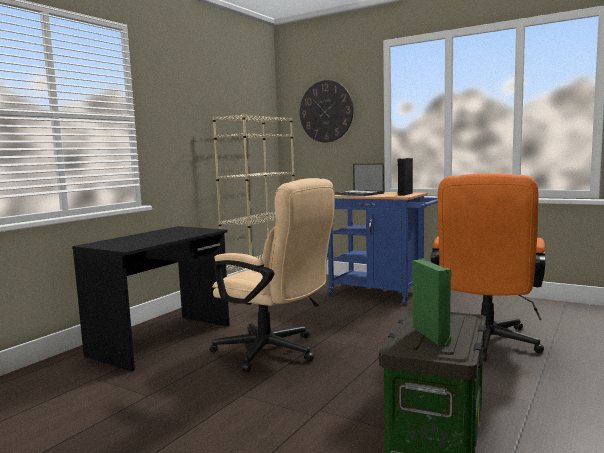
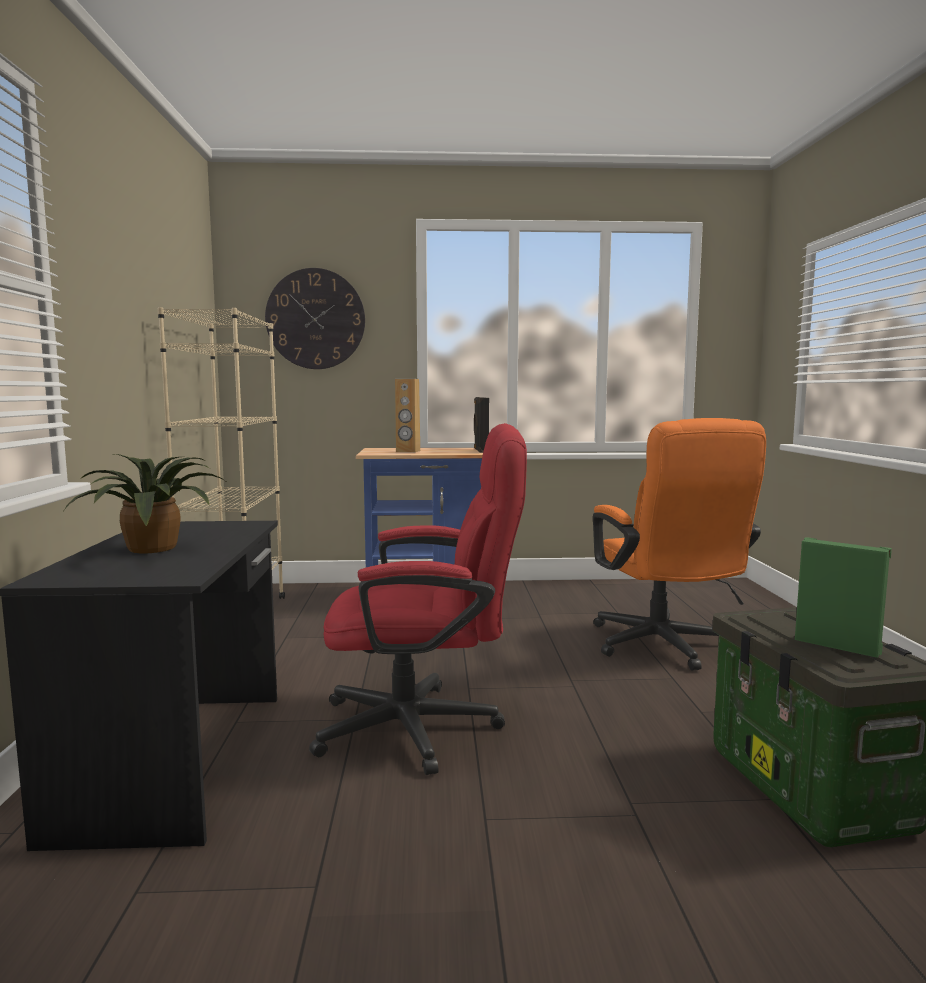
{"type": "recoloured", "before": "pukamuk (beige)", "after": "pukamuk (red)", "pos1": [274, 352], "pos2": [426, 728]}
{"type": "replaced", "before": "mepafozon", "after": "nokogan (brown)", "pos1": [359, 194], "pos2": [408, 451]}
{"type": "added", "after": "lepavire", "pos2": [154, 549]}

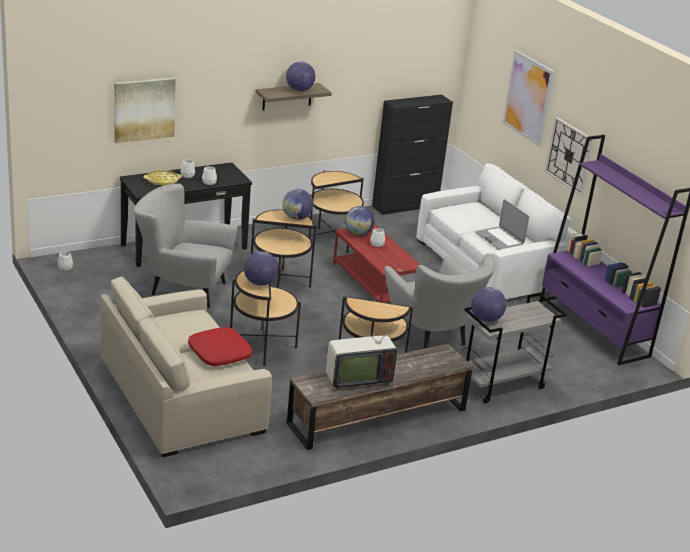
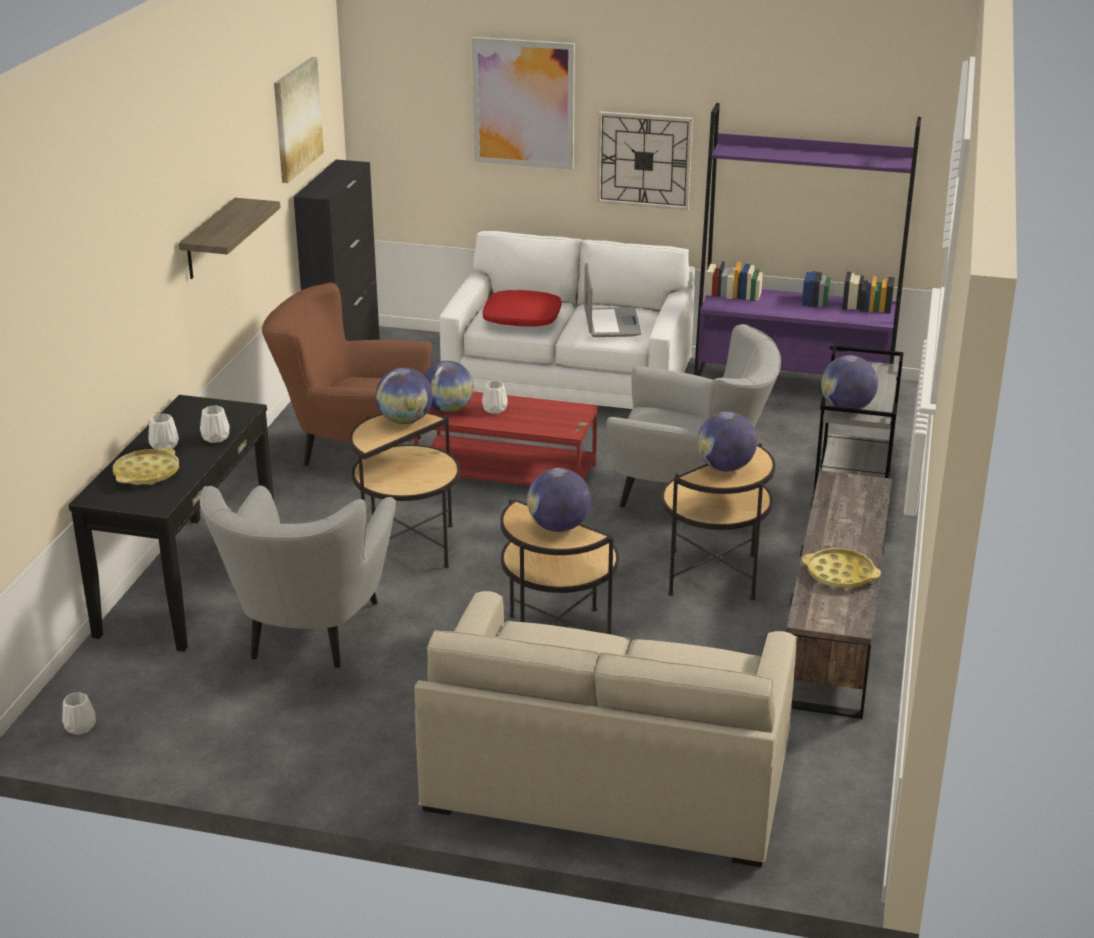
{"type": "moved", "before": "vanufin", "pos1": [144, 109], "pos2": [296, 119]}
{"type": "turned", "before": "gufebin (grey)", "pos1": [182, 289], "pos2": [309, 637], "turn": -45}
{"type": "moved", "before": "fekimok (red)", "pos1": [220, 353], "pos2": [522, 318]}
{"type": "moved", "before": "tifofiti", "pos1": [299, 90], "pos2": [725, 467]}
{"type": "replaced", "before": "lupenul", "after": "gufebin (brown)", "pos1": [332, 240], "pos2": [352, 452]}
{"type": "replaced", "before": "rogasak", "after": "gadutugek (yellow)", "pos1": [356, 378], "pos2": [840, 574]}
{"type": "turned", "before": "mepafozon", "pos1": [499, 239], "pos2": [611, 324], "turn": -105}

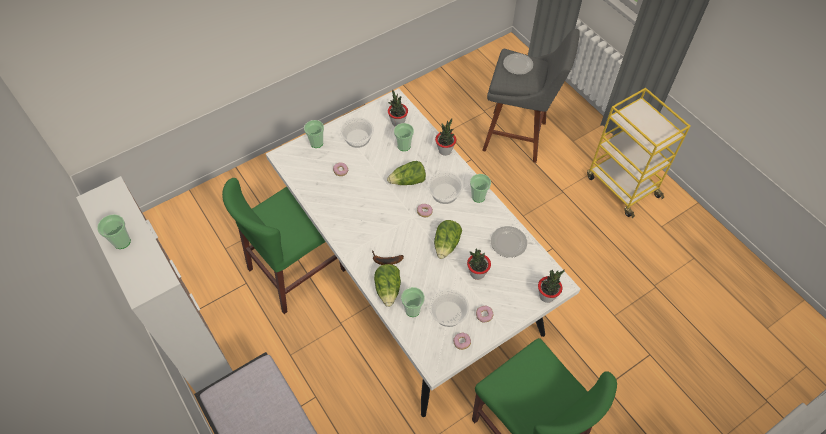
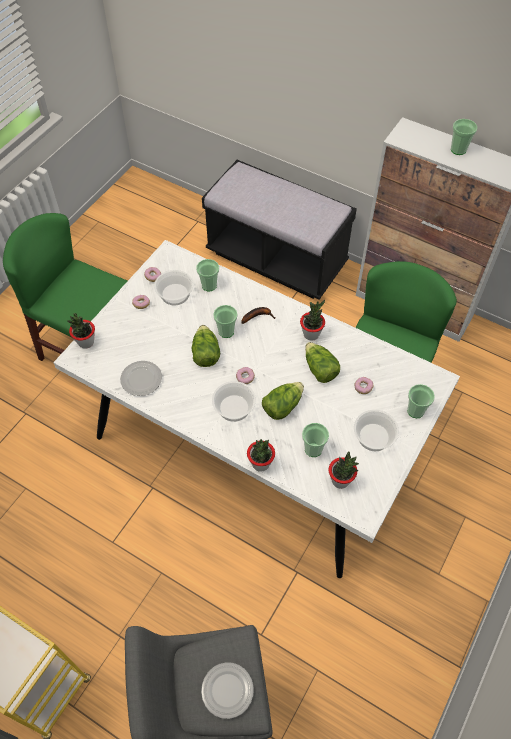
{"type": "moved", "before": "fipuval", "pos1": [388, 289], "pos2": [319, 369]}
{"type": "moved", "before": "lepavire", "pos1": [477, 273], "pos2": [311, 334]}
{"type": "moved", "before": "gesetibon", "pos1": [478, 197], "pos2": [226, 331]}

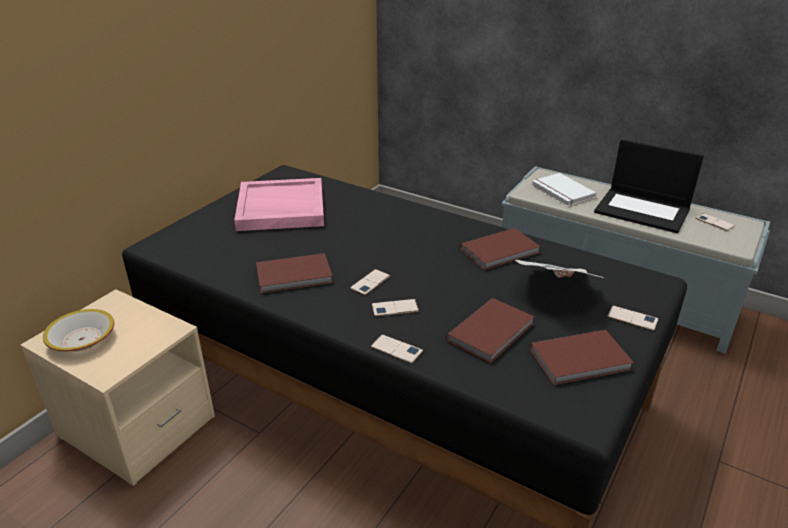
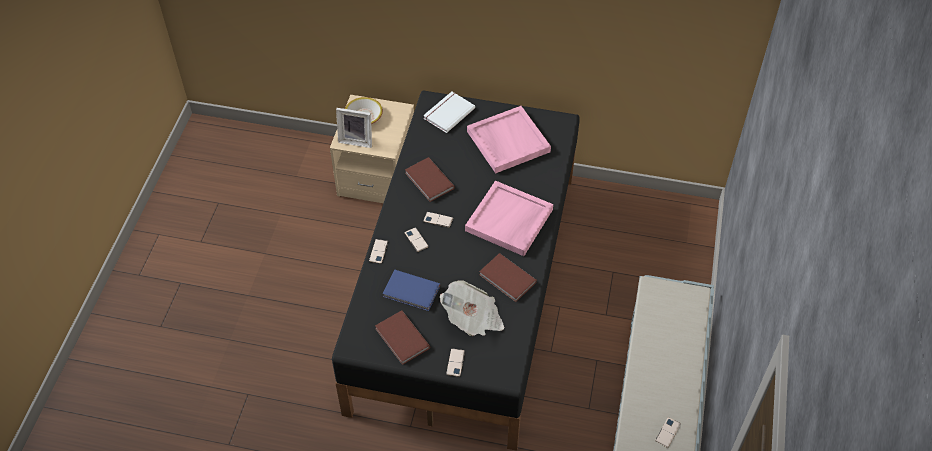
{"type": "recoloured", "before": "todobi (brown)", "after": "todobi (blue)", "pos1": [493, 332], "pos2": [411, 292]}
{"type": "moved", "before": "todobi (white)", "pos1": [561, 192], "pos2": [448, 113]}
{"type": "removed", "before": "mepafozon", "pos1": [643, 210]}
{"type": "added", "after": "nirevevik", "pos2": [356, 139]}
{"type": "added", "after": "gadutugek (pink)", "pos2": [509, 221]}

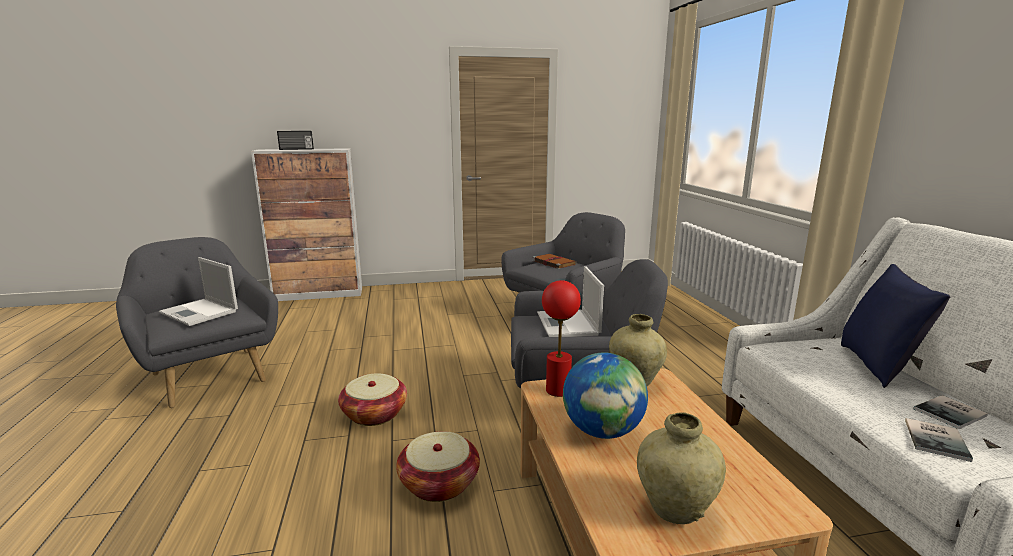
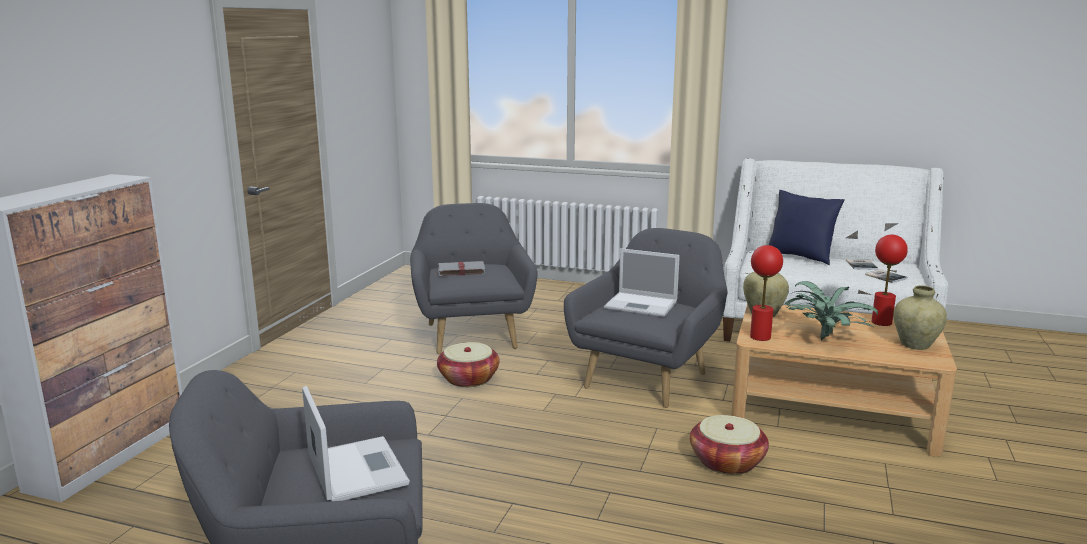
{"type": "turned", "before": "mepafozon", "pos1": [200, 312], "pos2": [356, 469], "turn": -90}
{"type": "removed", "before": "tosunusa", "pos1": [296, 149]}
{"type": "moved", "before": "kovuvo", "pos1": [374, 414], "pos2": [468, 379]}
{"type": "recoloured", "before": "todobi (brown)", "after": "todobi (grey)", "pos1": [553, 262], "pos2": [460, 270]}
{"type": "replaced", "before": "tifofiti", "after": "lepavire", "pos1": [602, 431], "pos2": [826, 339]}
{"type": "added", "after": "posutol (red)", "pos2": [881, 322]}

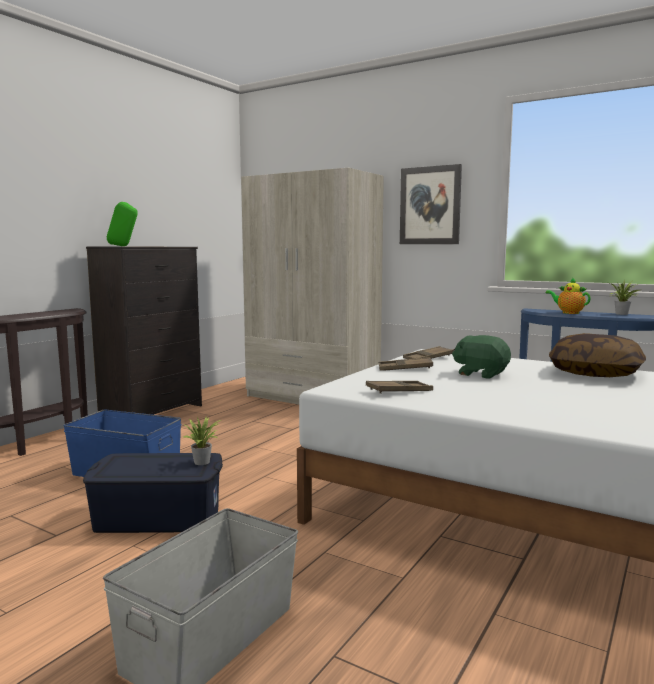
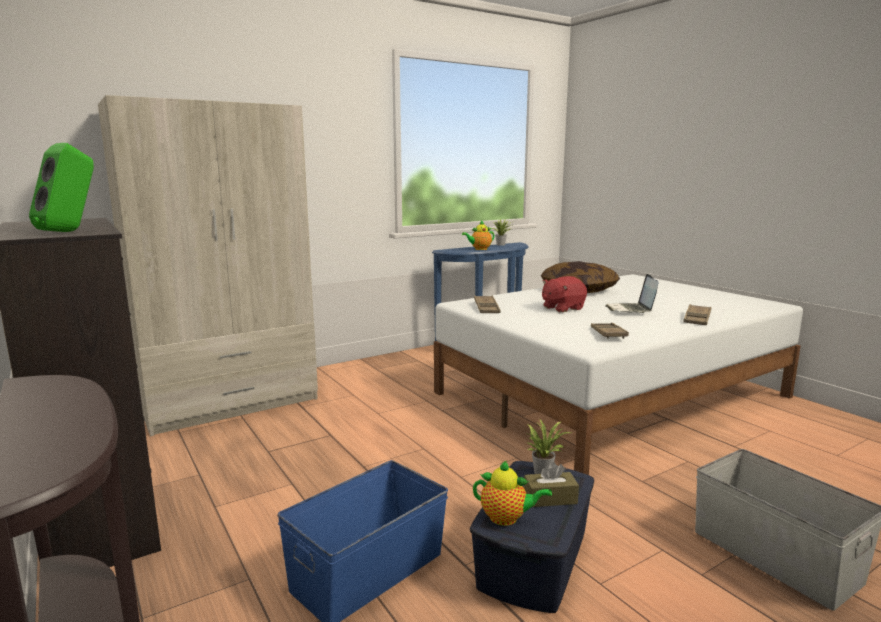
{"type": "moved", "before": "gadutugek (brown)", "pos1": [405, 368], "pos2": [697, 318]}
{"type": "removed", "before": "vanufin", "pos1": [430, 205]}
{"type": "recoloured", "before": "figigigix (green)", "after": "figigigix (red)", "pos1": [481, 374], "pos2": [562, 308]}
{"type": "added", "after": "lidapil", "pos2": [507, 518]}
{"type": "added", "after": "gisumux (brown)", "pos2": [550, 498]}
{"type": "added", "after": "mepafozon", "pos2": [631, 310]}

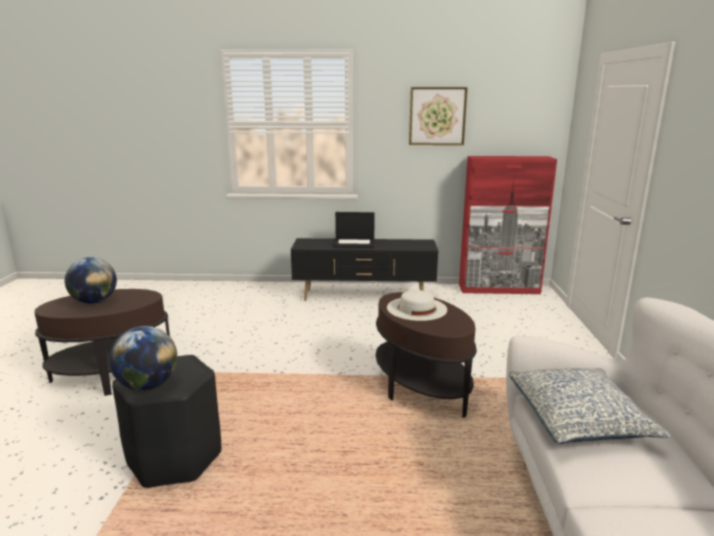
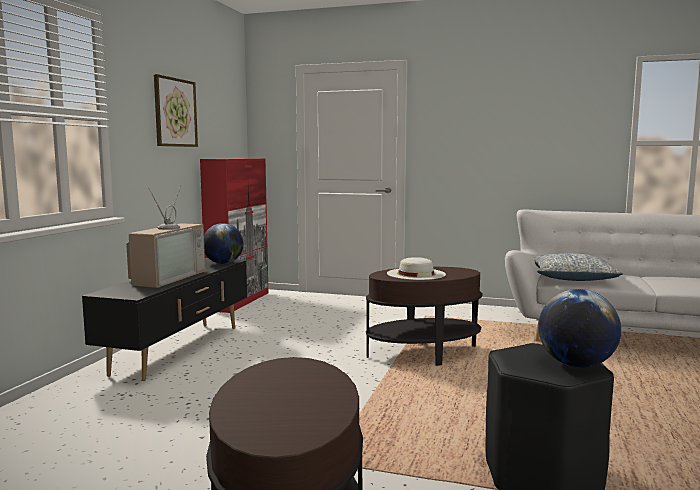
{"type": "moved", "before": "tifofiti", "pos1": [94, 302], "pos2": [223, 263]}
{"type": "replaced", "before": "mepafozon", "after": "rogasak", "pos1": [354, 243], "pos2": [166, 277]}

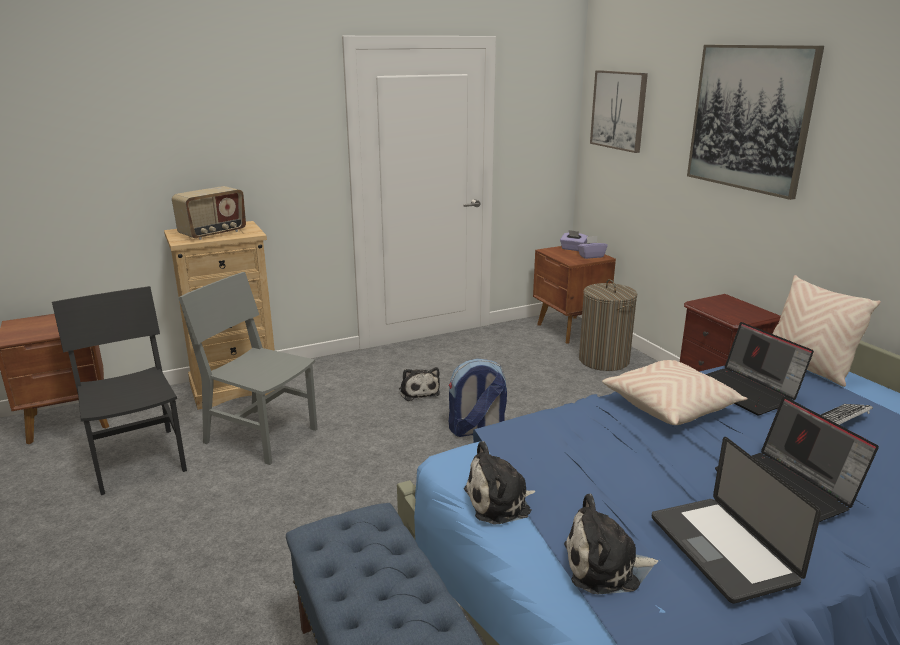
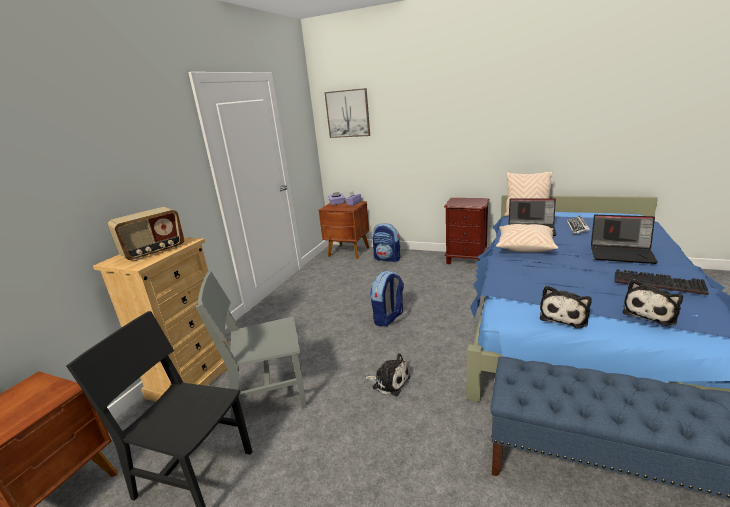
{"type": "turned", "before": "tosunusa", "pos1": [213, 233], "pos2": [154, 252], "turn": 45}
{"type": "moved", "before": "figigigix", "pos1": [418, 391], "pos2": [389, 382]}
{"type": "replaced", "before": "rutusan", "after": "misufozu", "pos1": [604, 360], "pos2": [387, 258]}
{"type": "replaced", "before": "mepafozon", "after": "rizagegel", "pos1": [721, 549], "pos2": [659, 283]}
{"type": "removed", "before": "vanufin", "pos1": [750, 118]}

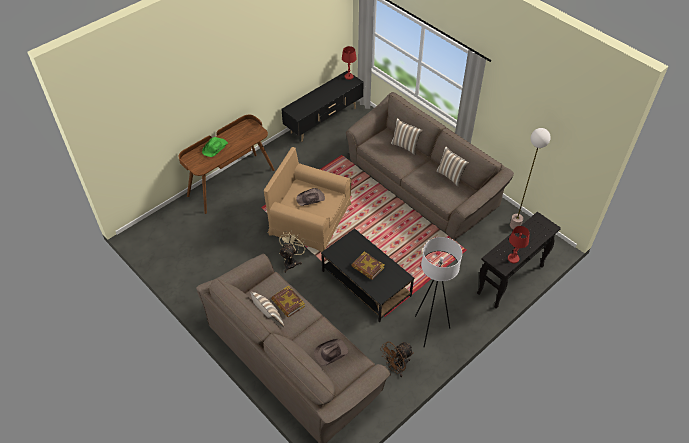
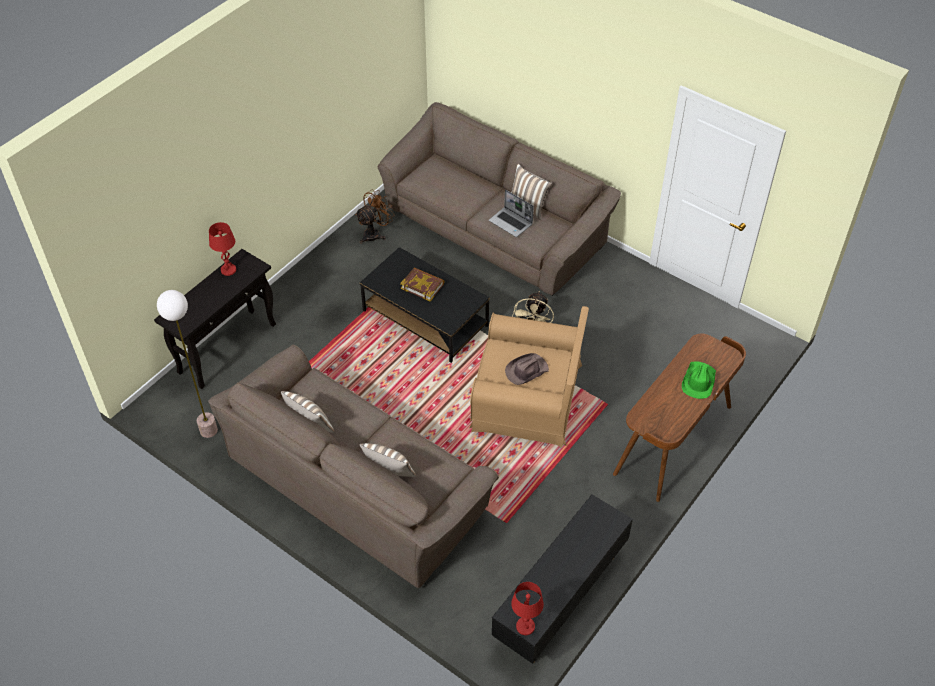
{"type": "replaced", "before": "todobi", "after": "mepafozon", "pos1": [288, 303], "pos2": [511, 223]}
{"type": "removed", "before": "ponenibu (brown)", "pos1": [330, 353]}
{"type": "removed", "before": "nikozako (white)", "pos1": [429, 329]}

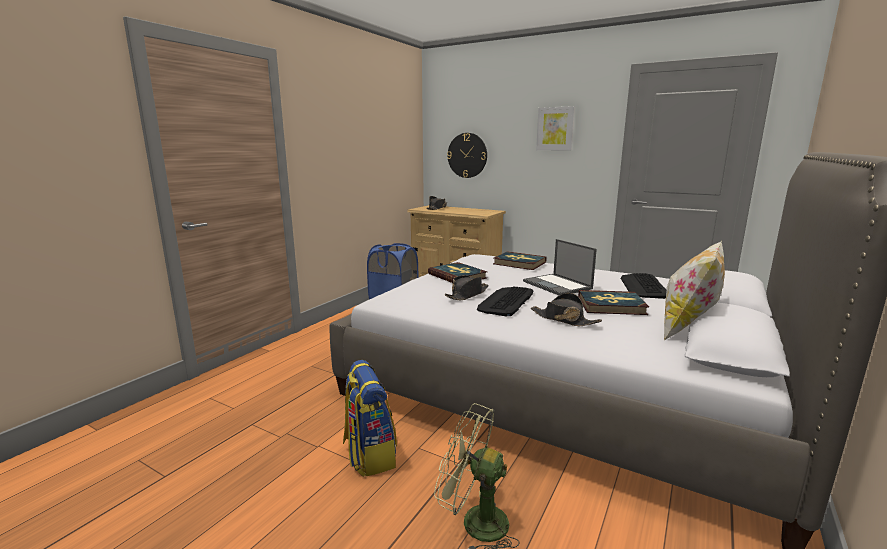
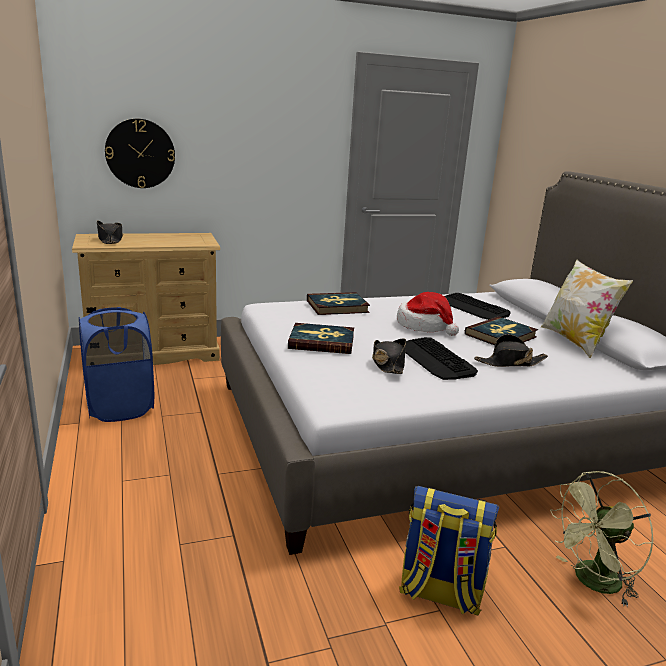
{"type": "replaced", "before": "mepafozon", "after": "ponenibu", "pos1": [558, 285], "pos2": [425, 325]}
{"type": "removed", "before": "vanufin", "pos1": [555, 129]}

